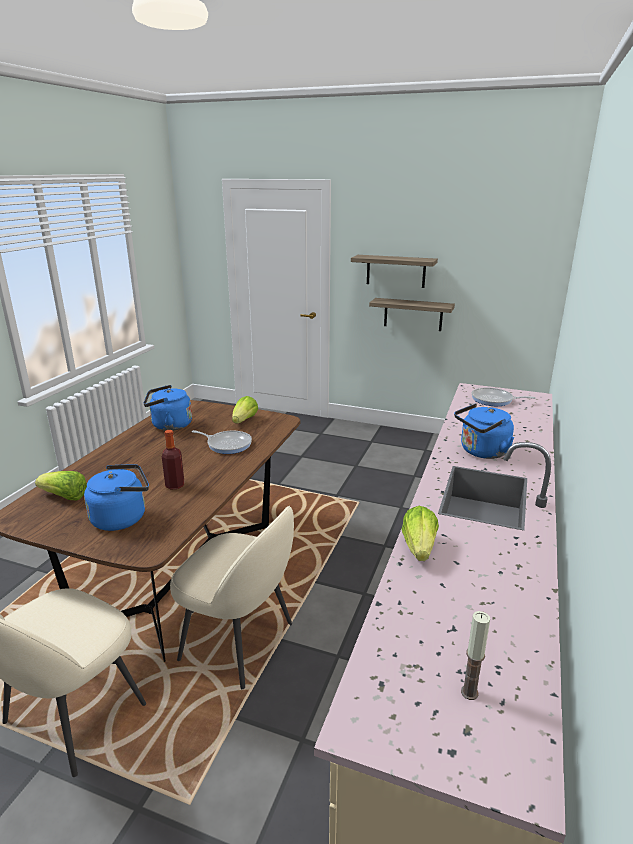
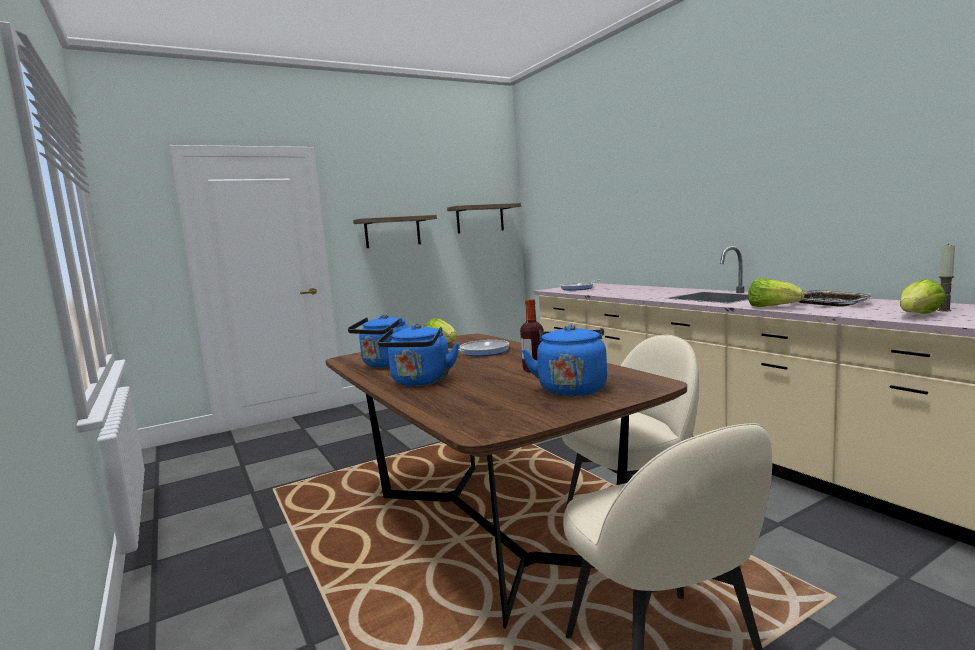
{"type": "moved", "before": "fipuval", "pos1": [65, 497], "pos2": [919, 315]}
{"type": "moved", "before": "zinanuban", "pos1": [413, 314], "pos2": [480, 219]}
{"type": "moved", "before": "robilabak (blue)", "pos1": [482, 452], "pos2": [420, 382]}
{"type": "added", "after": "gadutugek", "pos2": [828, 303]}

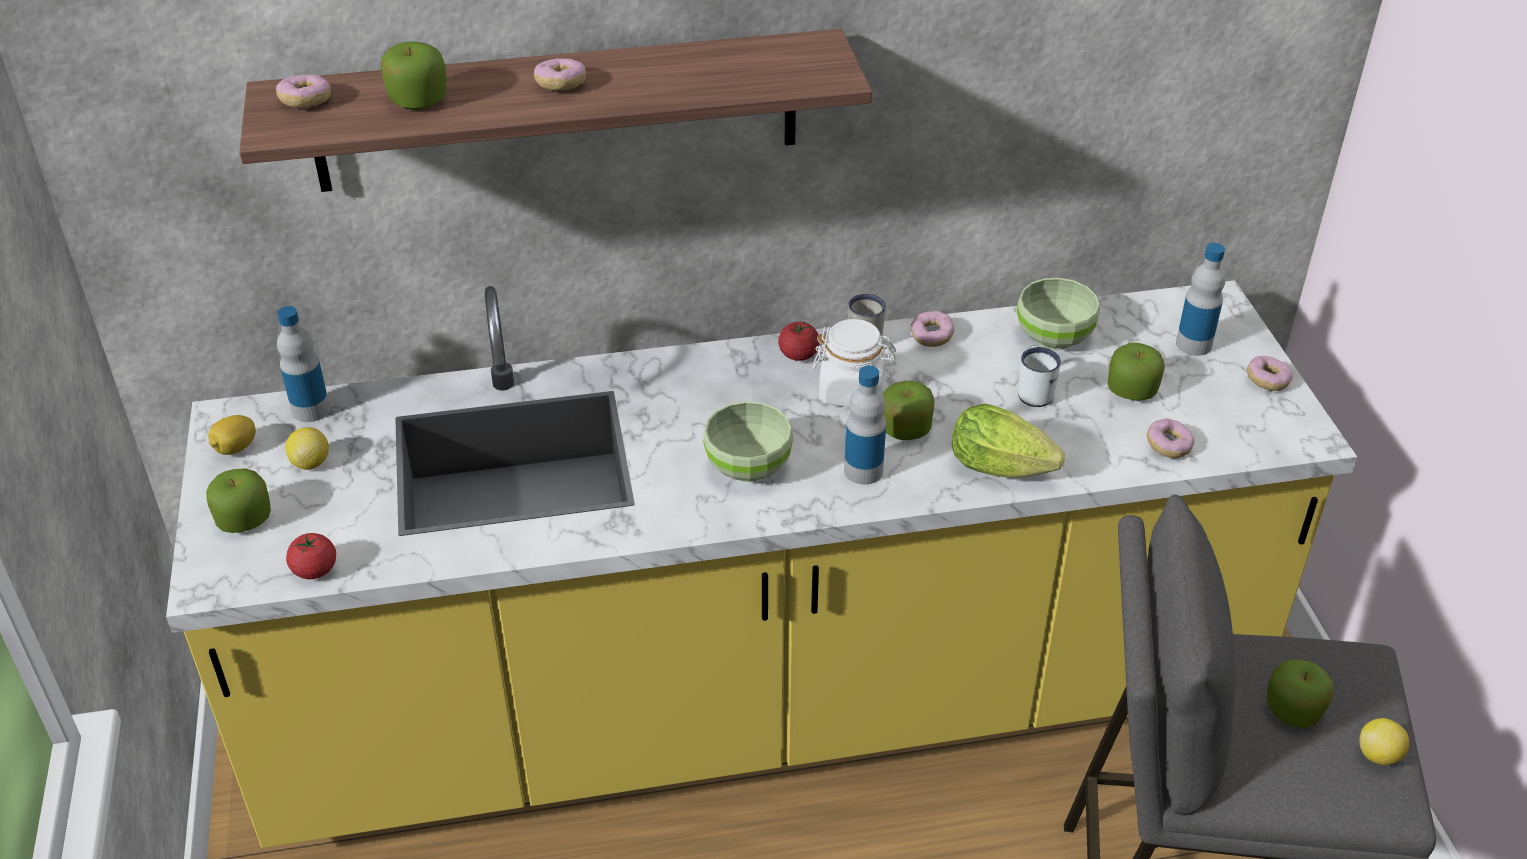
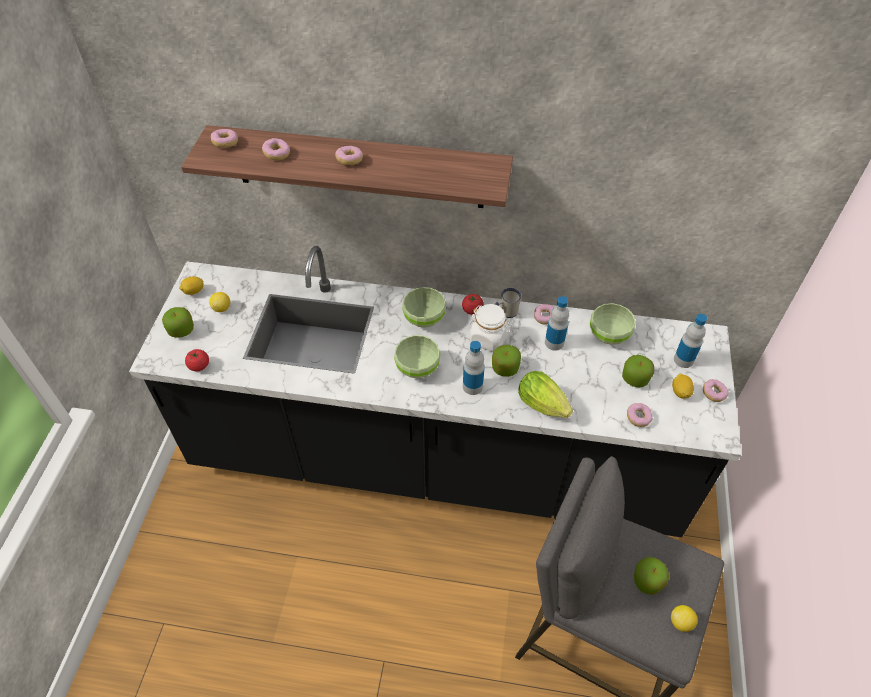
{"type": "recoloured", "before": "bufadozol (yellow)", "after": "bufadozol (black)", "pos1": [763, 707], "pos2": [435, 462]}
{"type": "moved", "before": "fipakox", "pos1": [311, 410], "pos2": [554, 343]}
{"type": "replaced", "before": "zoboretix", "after": "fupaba", "pos1": [418, 100], "pos2": [277, 154]}
{"type": "removed", "before": "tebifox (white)", "pos1": [1035, 391]}
{"type": "added", "after": "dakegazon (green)", "pos2": [425, 318]}
{"type": "added", "after": "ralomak", "pos2": [680, 392]}

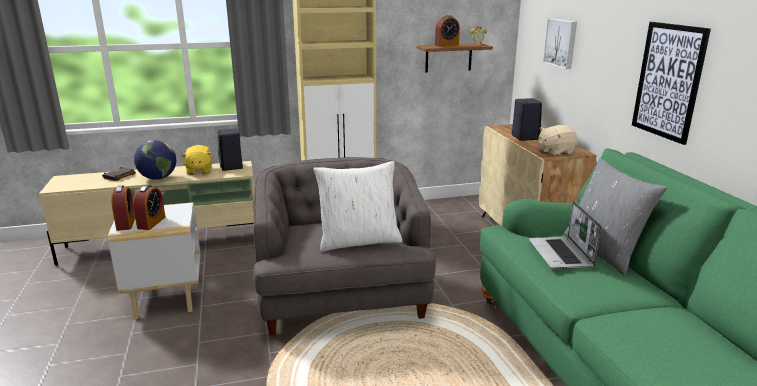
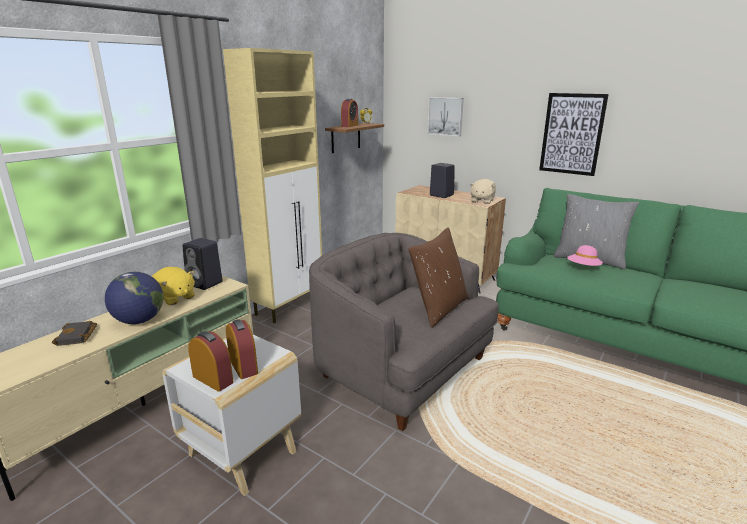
{"type": "recoloured", "before": "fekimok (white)", "after": "fekimok (brown)", "pos1": [359, 241], "pos2": [439, 308]}
{"type": "replaced", "before": "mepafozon", "after": "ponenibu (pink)", "pos1": [561, 254], "pos2": [583, 268]}

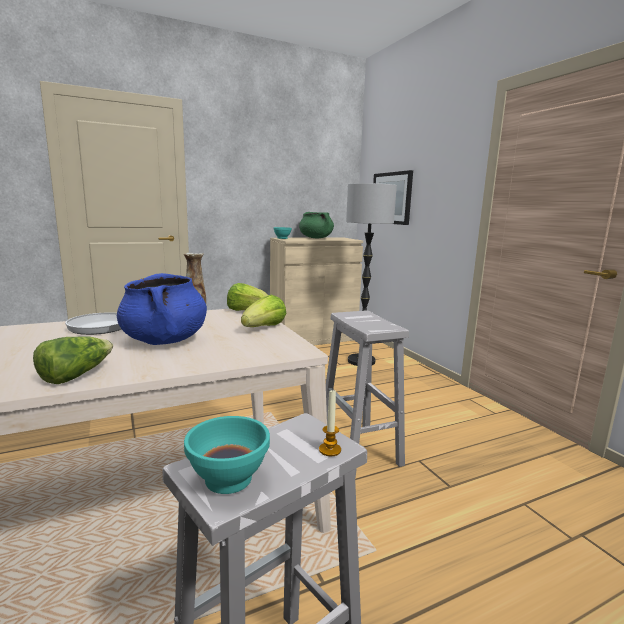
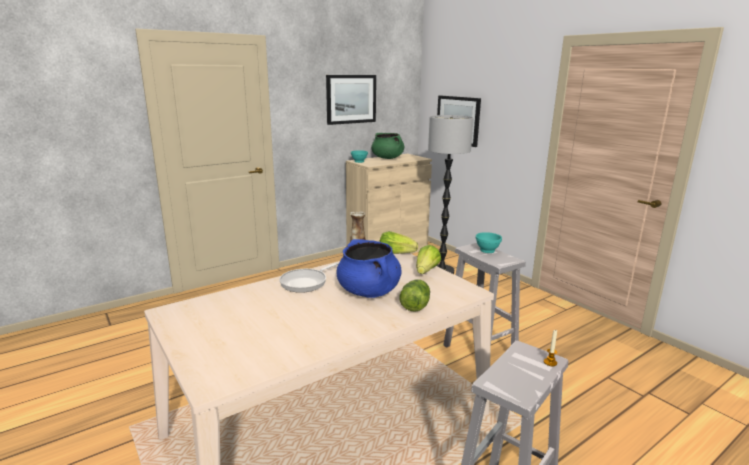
{"type": "moved", "before": "fipuval", "pos1": [76, 375], "pos2": [415, 304]}
{"type": "moved", "before": "dakegazon (turquoise)", "pos1": [229, 479], "pos2": [487, 250]}
{"type": "added", "after": "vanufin", "pos2": [351, 99]}

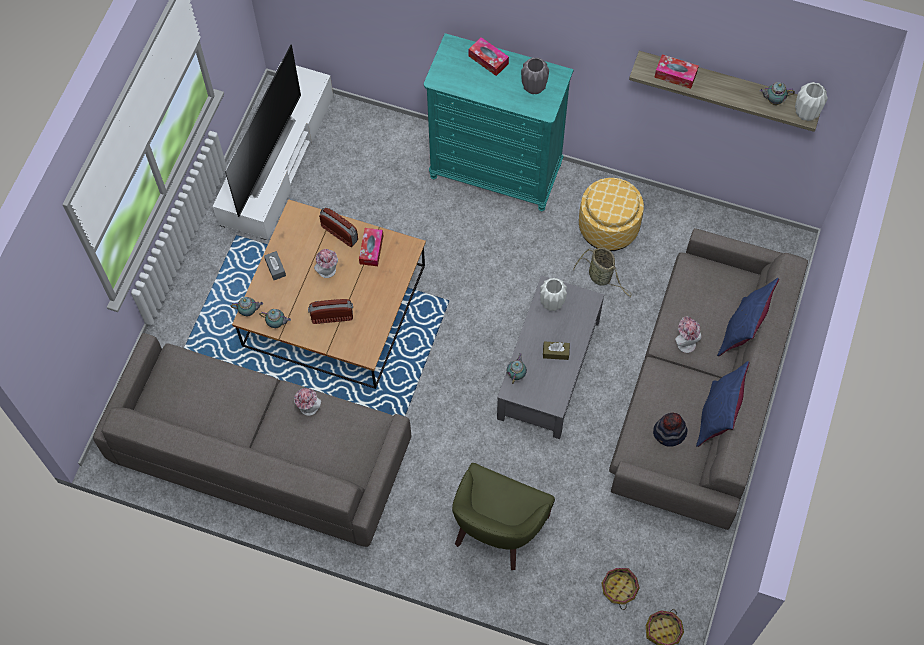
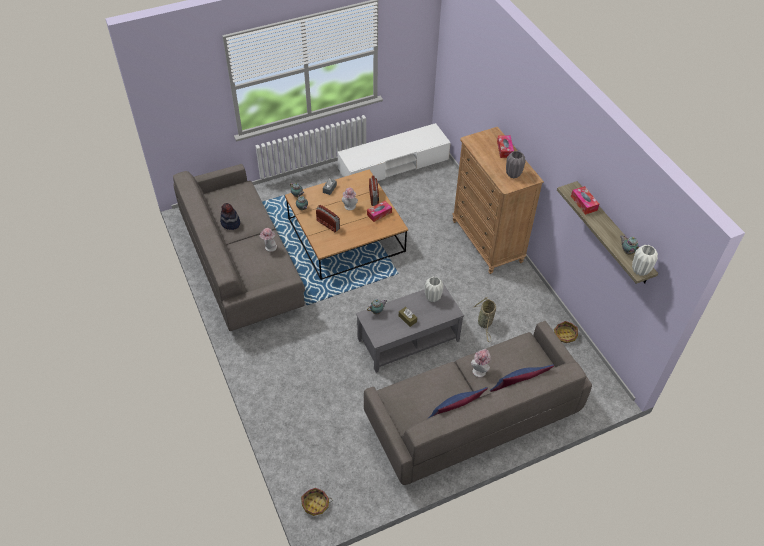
{"type": "removed", "before": "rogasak", "pos1": [264, 154]}
{"type": "recoloured", "before": "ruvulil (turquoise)", "after": "ruvulil (brown)", "pos1": [496, 172], "pos2": [487, 241]}
{"type": "removed", "before": "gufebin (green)", "pos1": [497, 529]}
{"type": "removed", "before": "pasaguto", "pos1": [608, 227]}
{"type": "moved", "before": "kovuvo", "pos1": [619, 588], "pos2": [564, 335]}
{"type": "moved", "before": "ponenibu", "pos1": [669, 433], "pos2": [230, 223]}

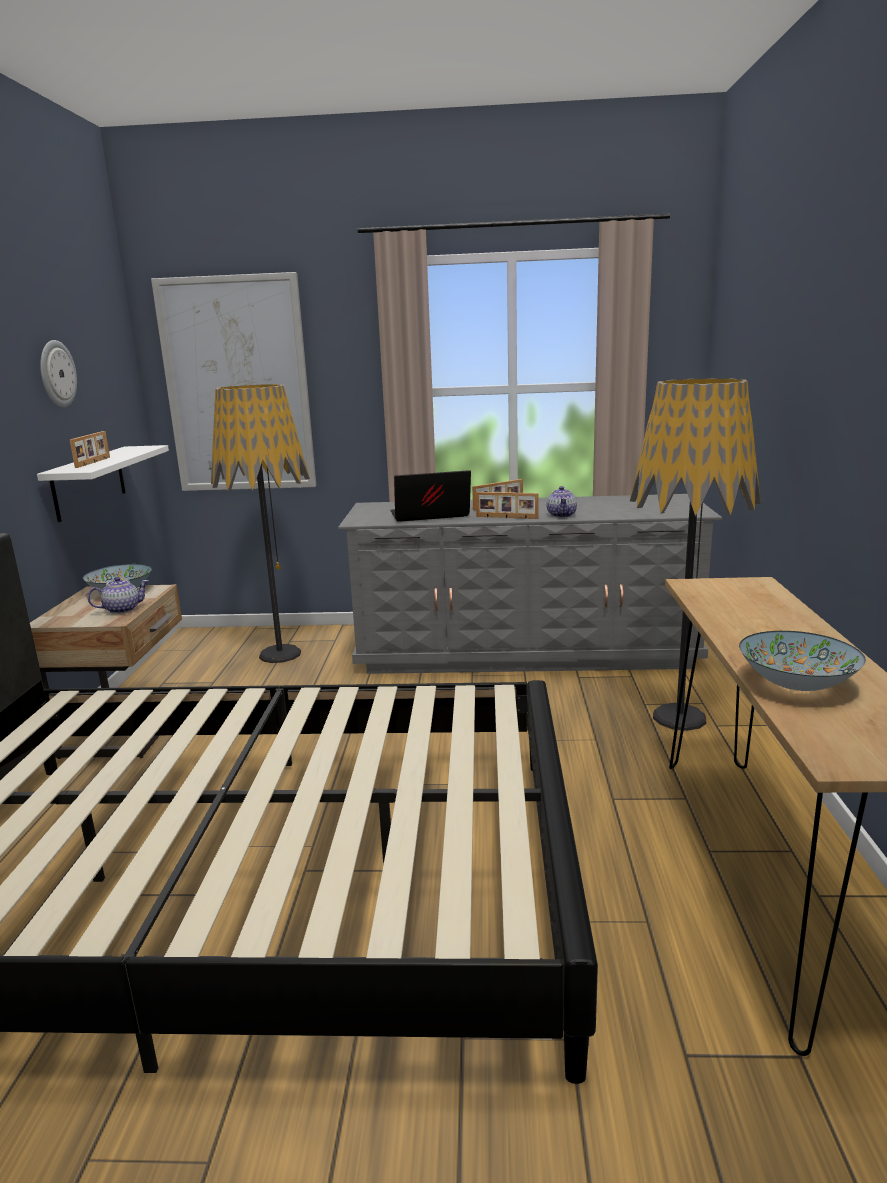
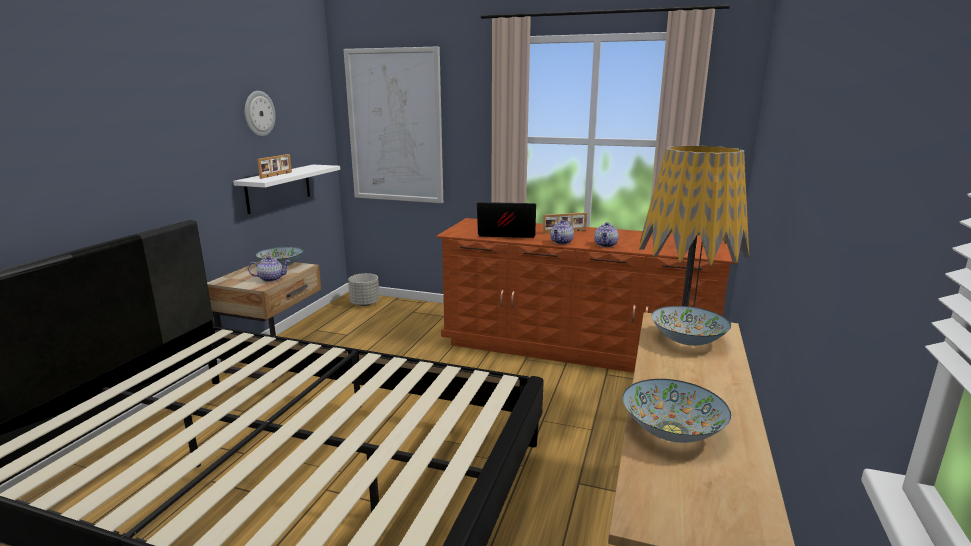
{"type": "removed", "before": "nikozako", "pos1": [280, 654]}
{"type": "recoloured", "before": "ruvulil (grey)", "after": "ruvulil (brown)", "pos1": [525, 651], "pos2": [575, 346]}
{"type": "replaced", "before": "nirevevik", "after": "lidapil", "pos1": [506, 517], "pos2": [561, 242]}
{"type": "added", "after": "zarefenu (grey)", "pos2": [365, 303]}
{"type": "added", "after": "dakegazon", "pos2": [687, 340]}

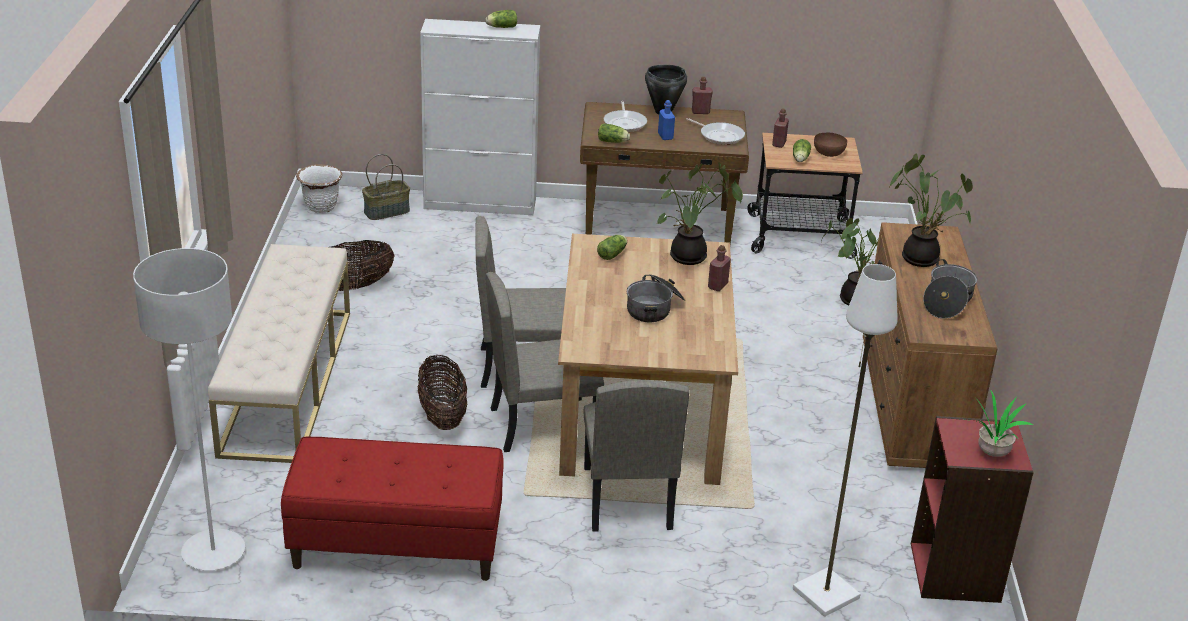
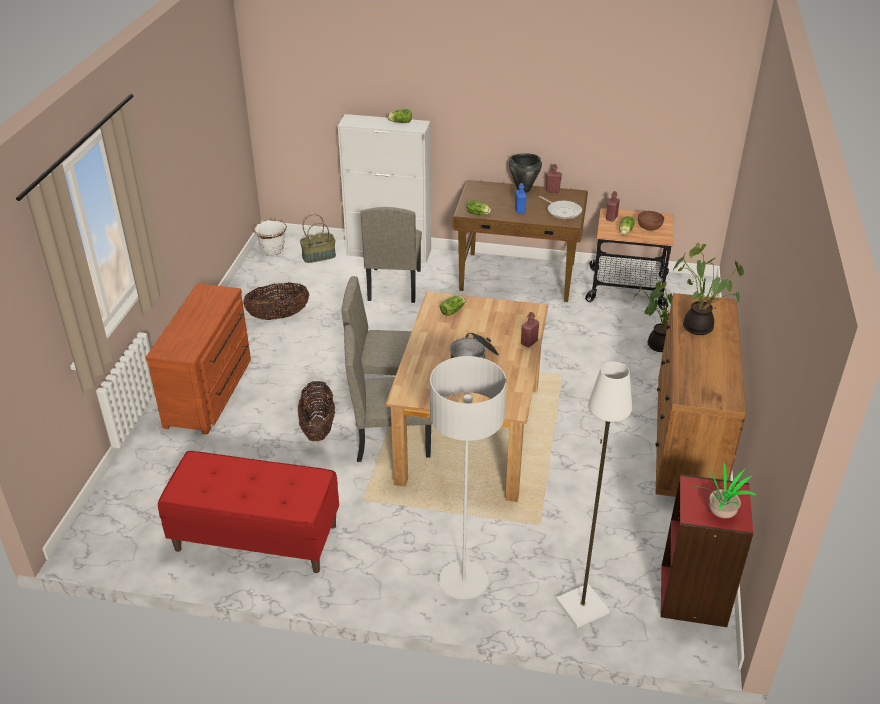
{"type": "moved", "before": "nikozako (grey)", "pos1": [213, 552], "pos2": [463, 581]}
{"type": "replaced", "before": "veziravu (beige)", "after": "ruvulil (brown)", "pos1": [287, 381], "pos2": [211, 391]}
{"type": "moved", "before": "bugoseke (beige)", "pos1": [626, 498], "pos2": [393, 285]}
{"type": "removed", "before": "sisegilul", "pos1": [625, 123]}
{"type": "removed", "before": "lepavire", "pos1": [689, 259]}
{"type": "removed", "before": "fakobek", "pos1": [947, 301]}

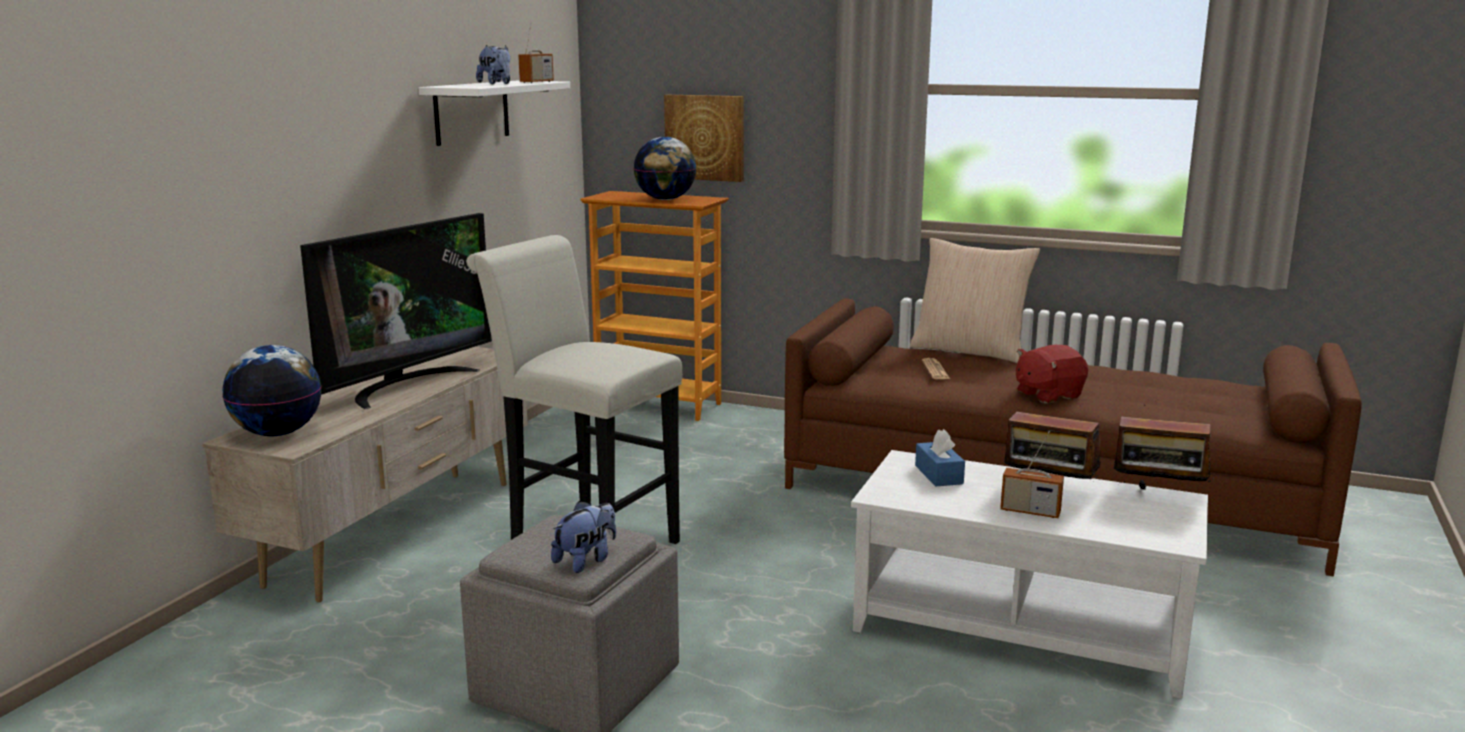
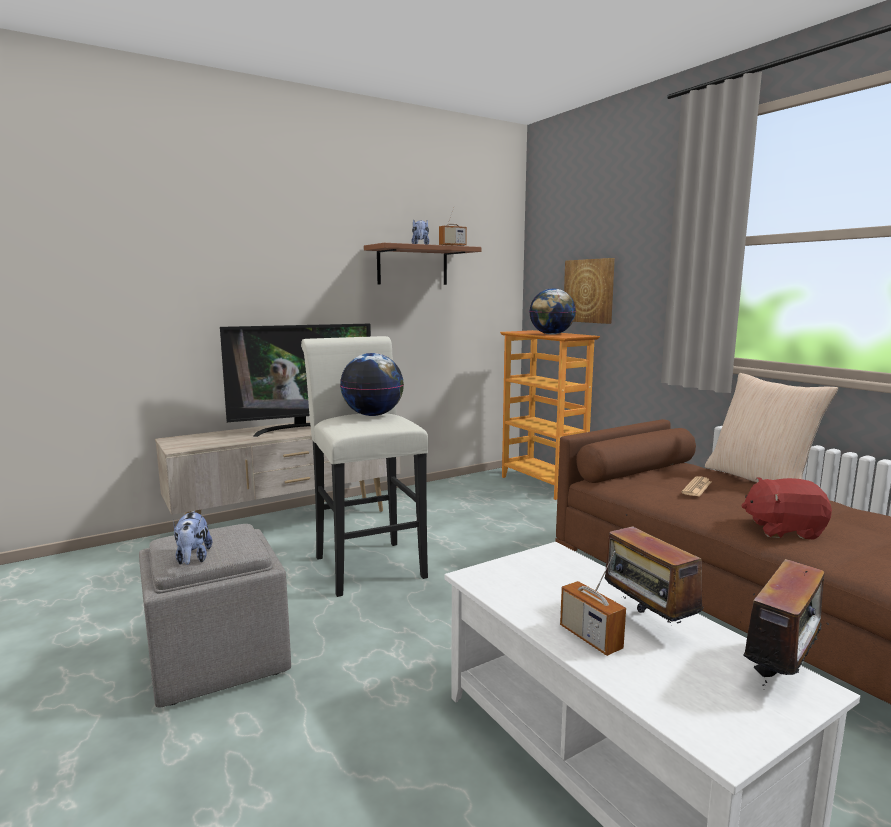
{"type": "moved", "before": "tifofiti", "pos1": [278, 433], "pos2": [373, 415]}
{"type": "recoloured", "before": "zinanuban (white)", "after": "zinanuban (brown)", "pos1": [471, 112], "pos2": [412, 266]}
{"type": "turned", "before": "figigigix", "pos1": [586, 560], "pos2": [193, 559], "turn": 90}
{"type": "removed", "before": "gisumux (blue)", "pos1": [938, 475]}
{"type": "turned", "before": "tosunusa", "pos1": [1158, 494], "pos2": [782, 671], "turn": -105}

